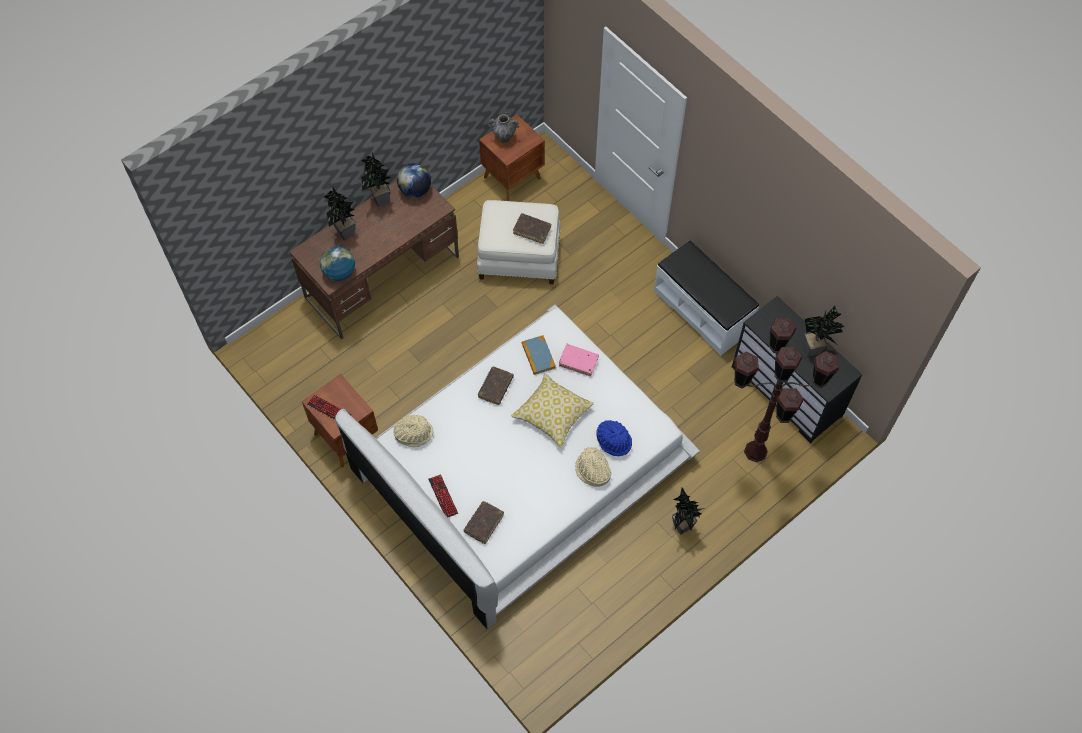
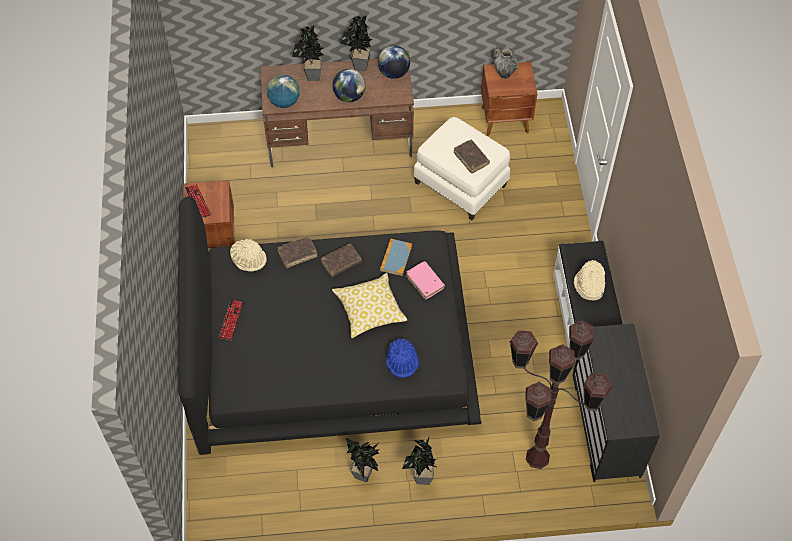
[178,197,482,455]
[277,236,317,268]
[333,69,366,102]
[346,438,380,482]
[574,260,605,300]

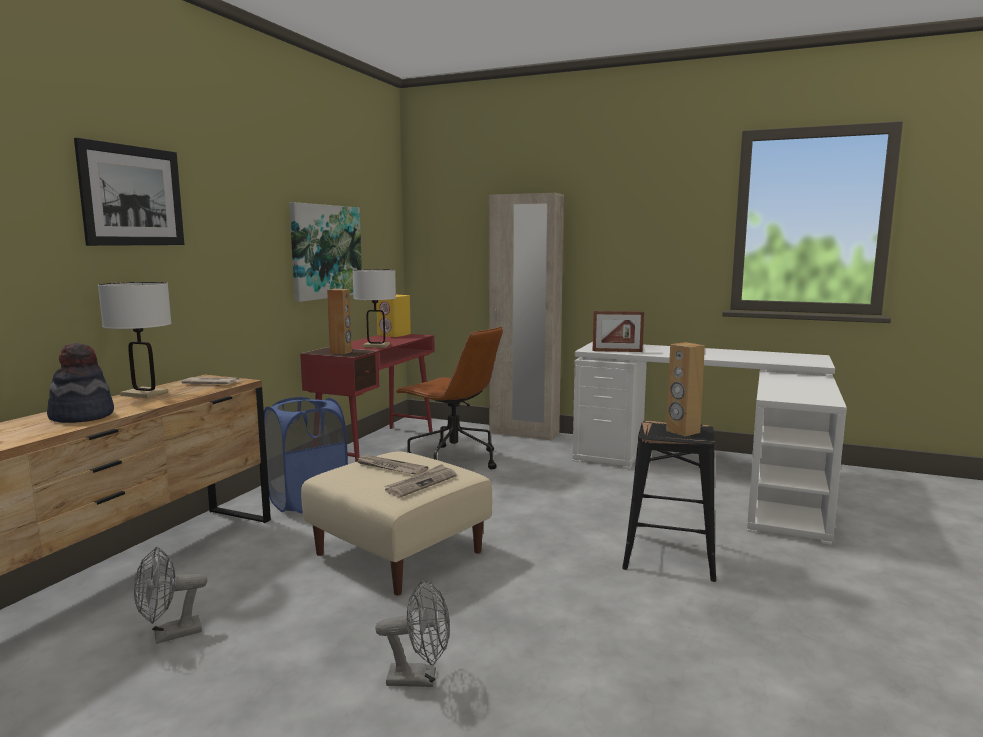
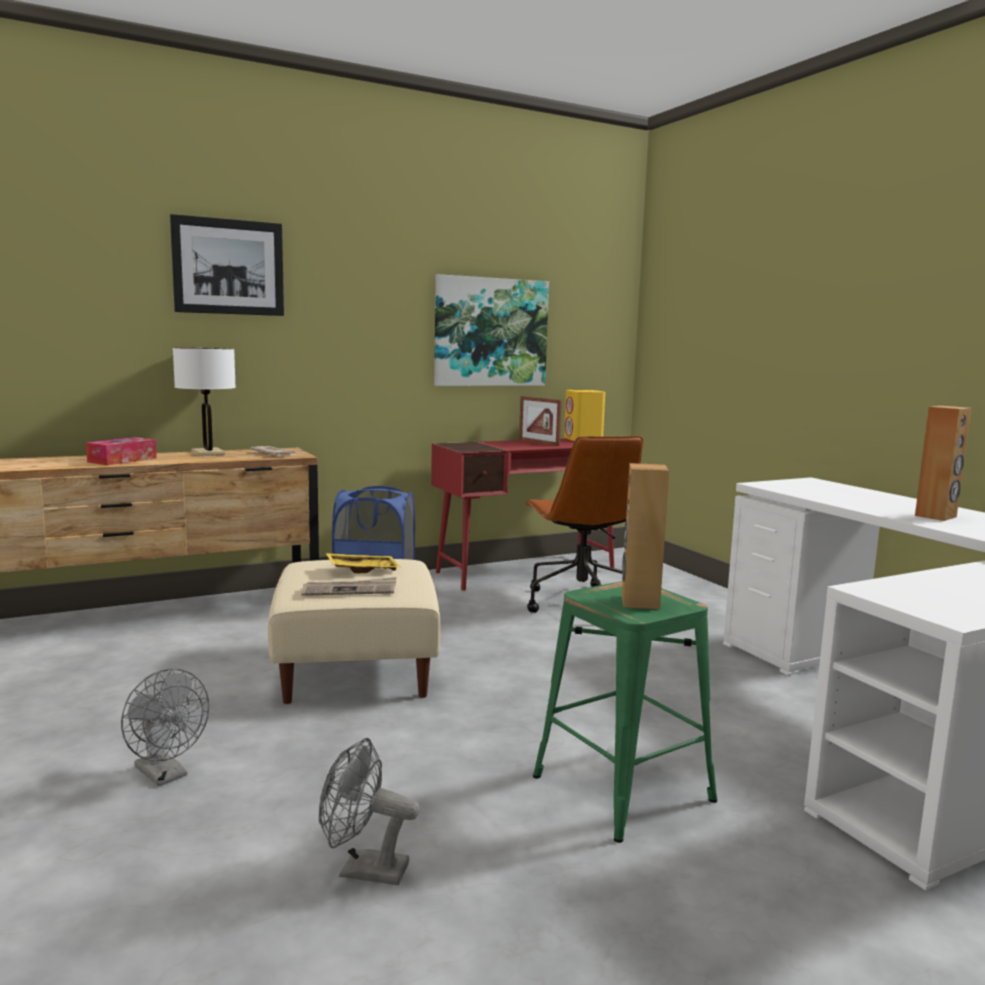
[86,437,157,465]
[319,738,420,885]
[326,553,401,573]
[519,396,562,446]
[533,581,717,843]
[915,406,972,521]
[352,269,396,348] (first image)
[489,193,564,441] (first image)

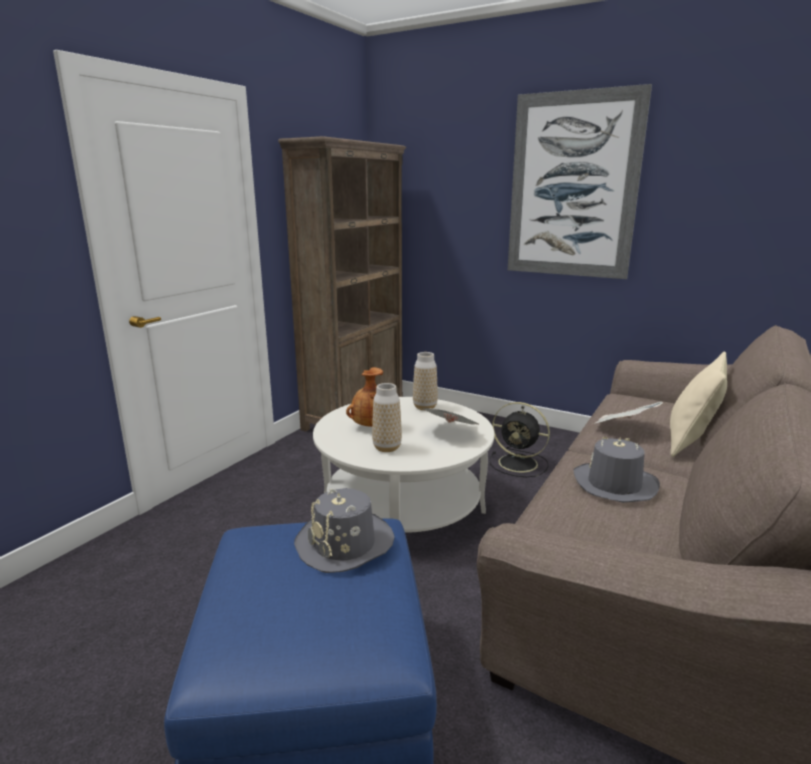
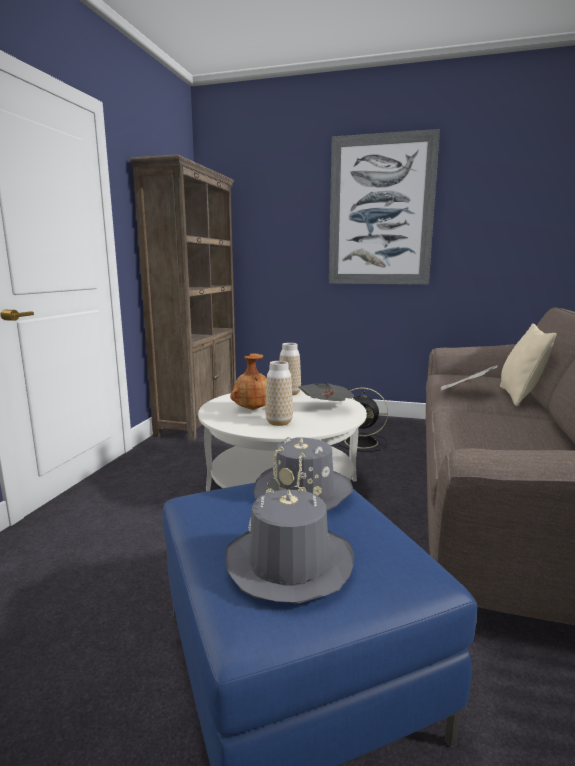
[225,487,354,603]

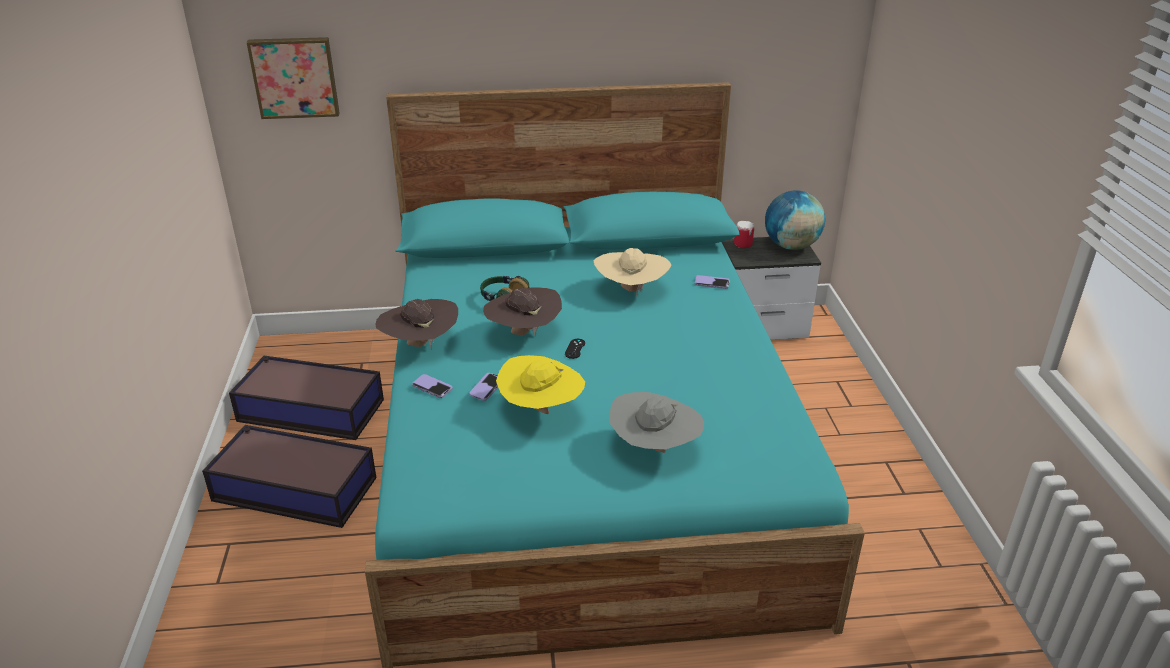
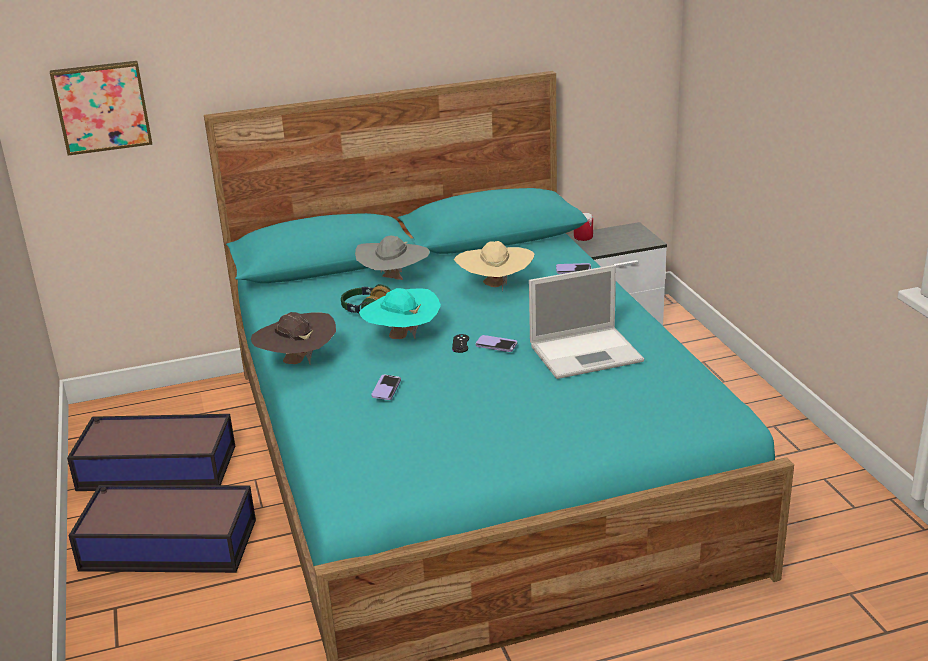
[355,235,430,280]
[359,288,441,339]
[475,335,517,352]
[529,265,644,379]
[496,355,585,414] (first image)
[765,190,825,250] (first image)

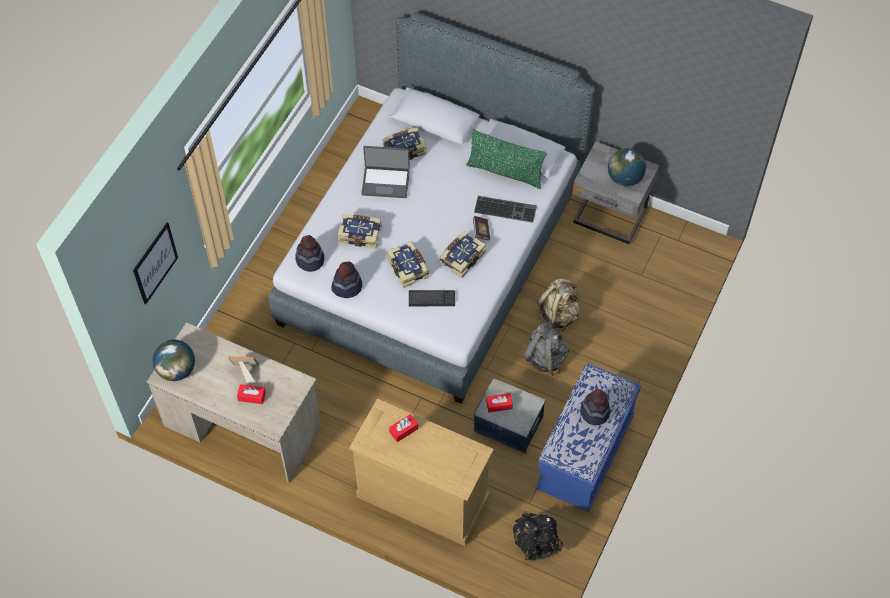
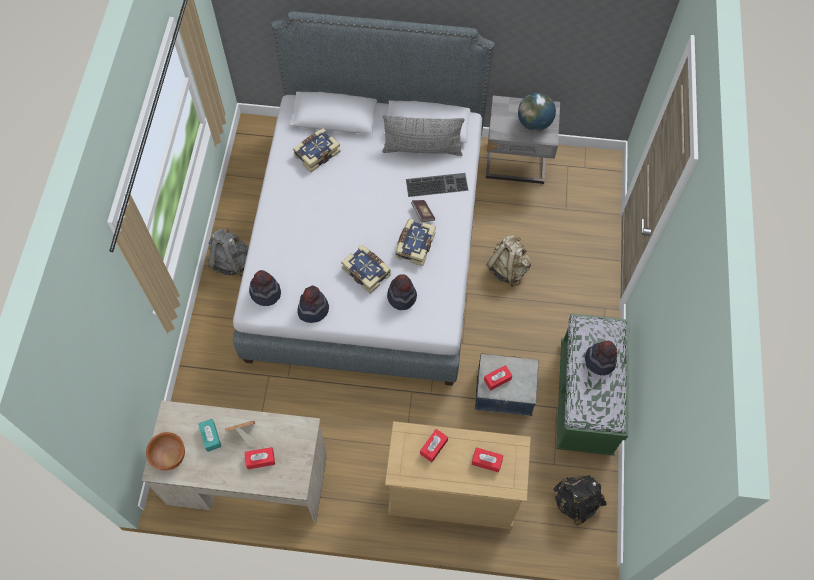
[146,432,185,470]
[198,419,221,452]
[208,228,249,276]
[382,115,465,156]
[387,274,417,310]
[472,447,503,472]
[556,314,629,456]
[133,222,178,305] (first image)
[337,214,381,249] (first image)
[361,146,410,198] (first image)

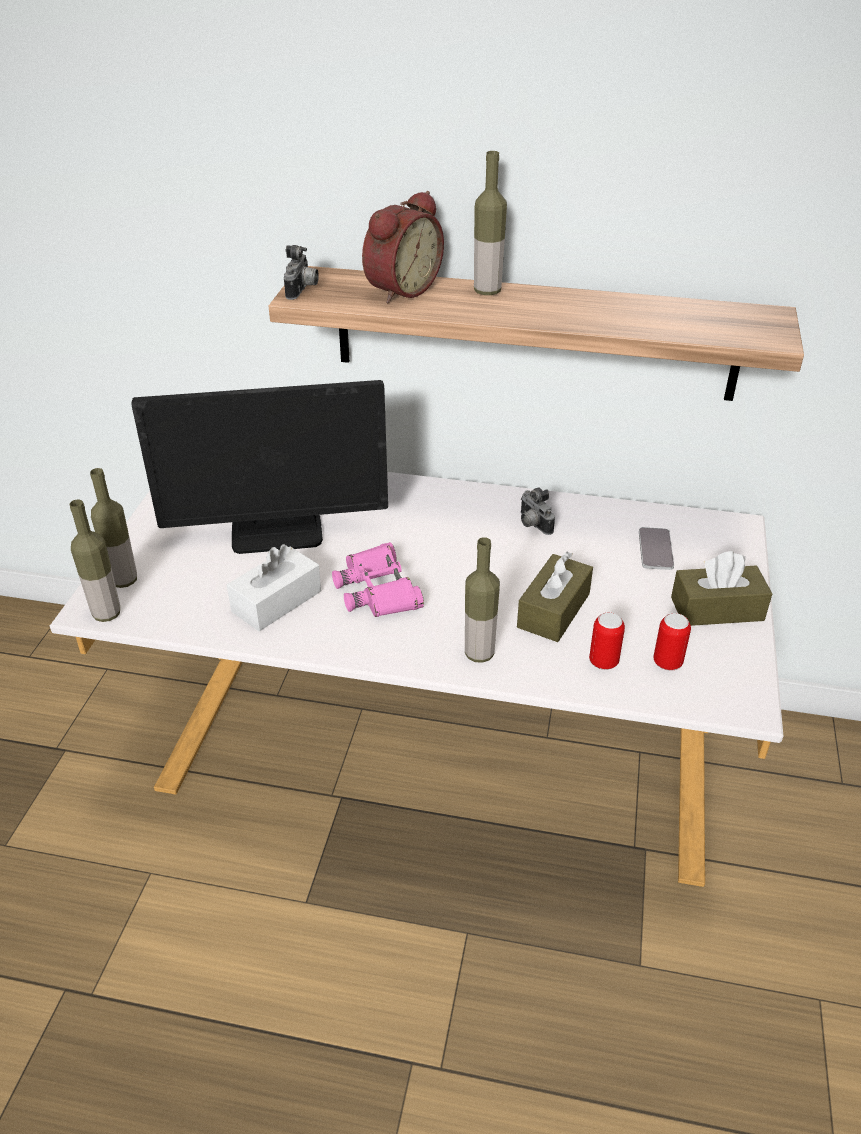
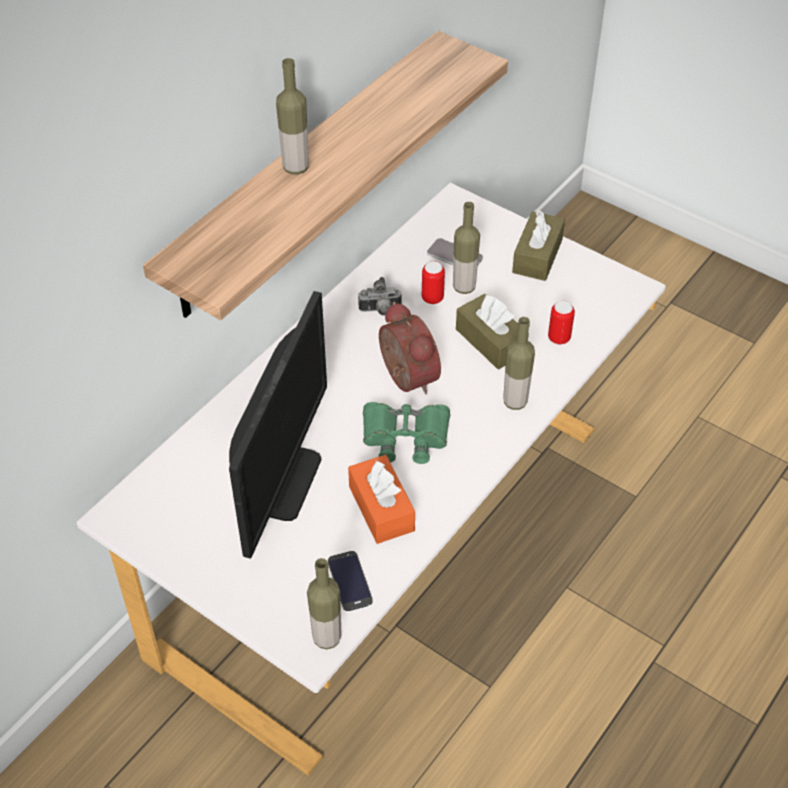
[328,551,373,611]
[348,455,415,544]
[363,402,450,464]
[379,301,441,394]
[422,261,445,304]
[453,202,480,294]
[284,245,319,300] (first image)

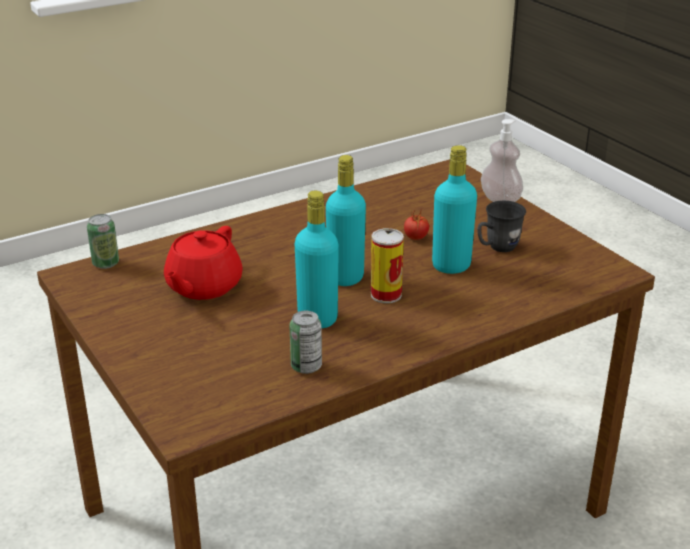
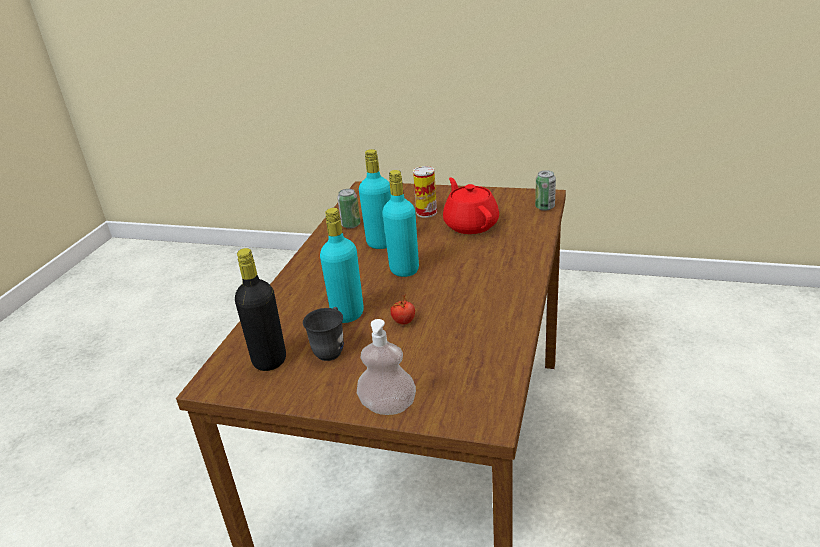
[235,248,286,371]
[413,166,437,218]

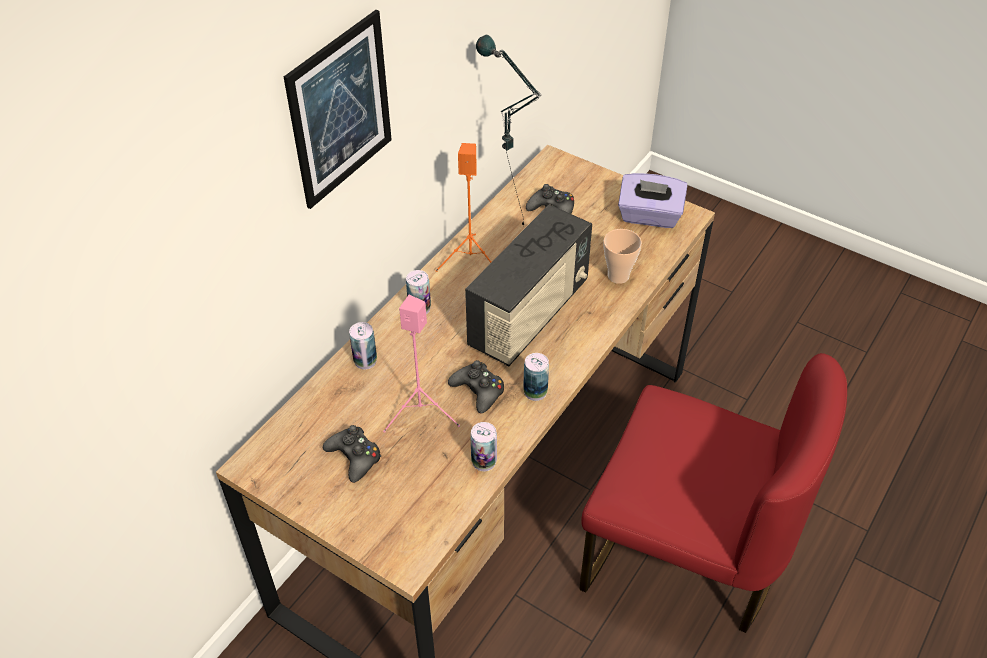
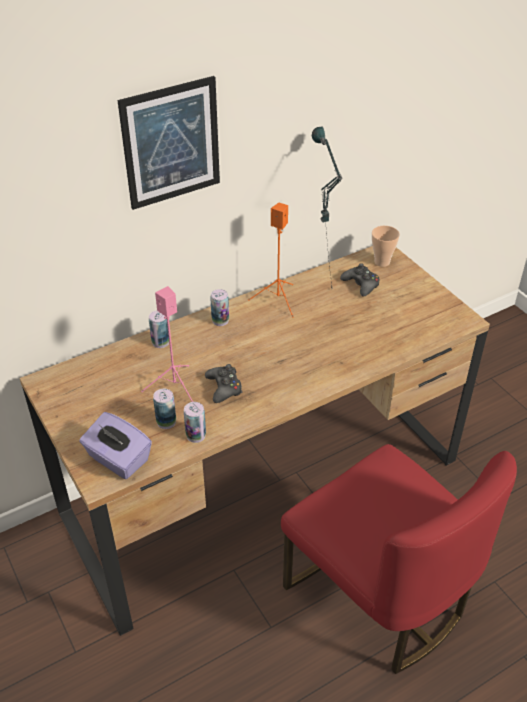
[79,412,152,479]
[153,388,176,429]
[372,226,400,267]
[323,425,381,483] (first image)
[465,204,592,366] (first image)

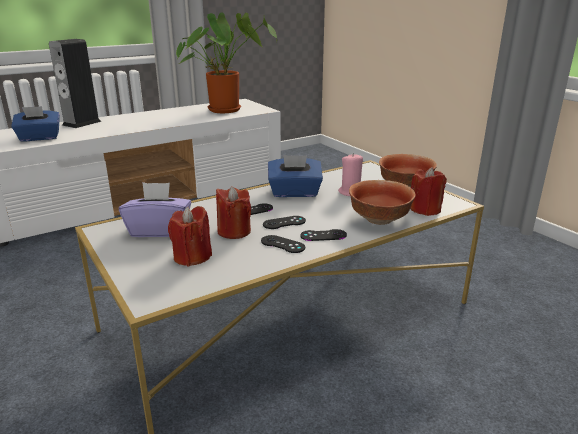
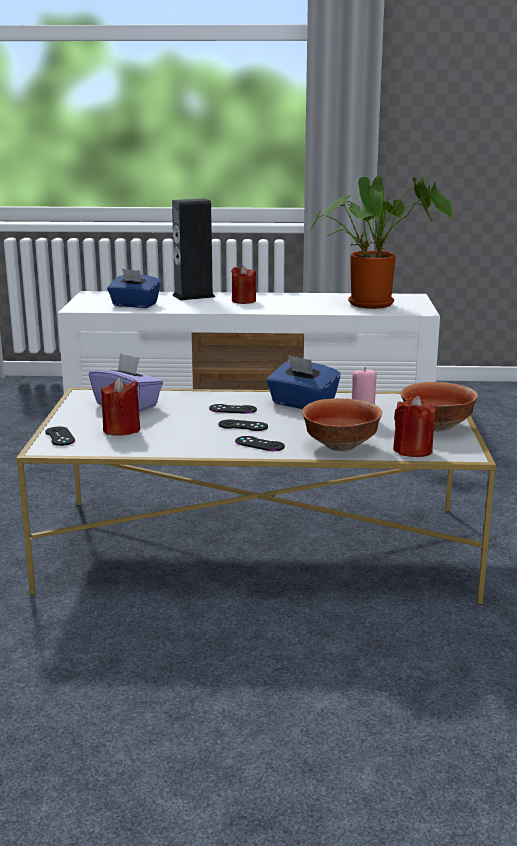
[45,426,75,446]
[231,266,256,304]

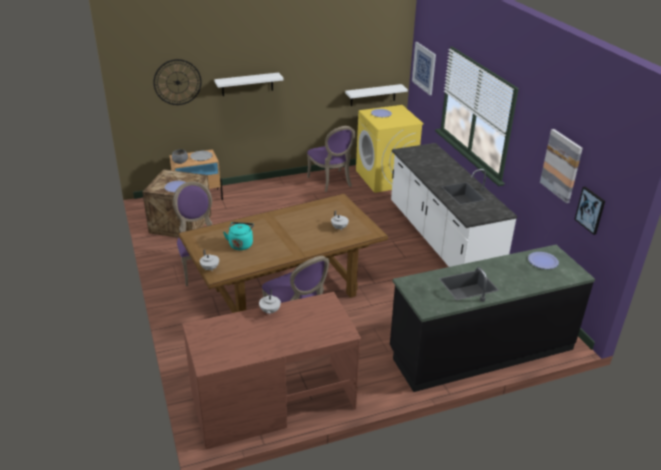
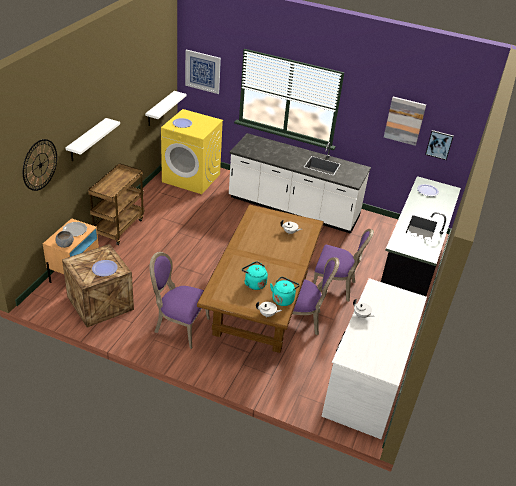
[88,163,144,245]
[270,277,300,306]
[313,229,374,302]
[322,278,427,439]

